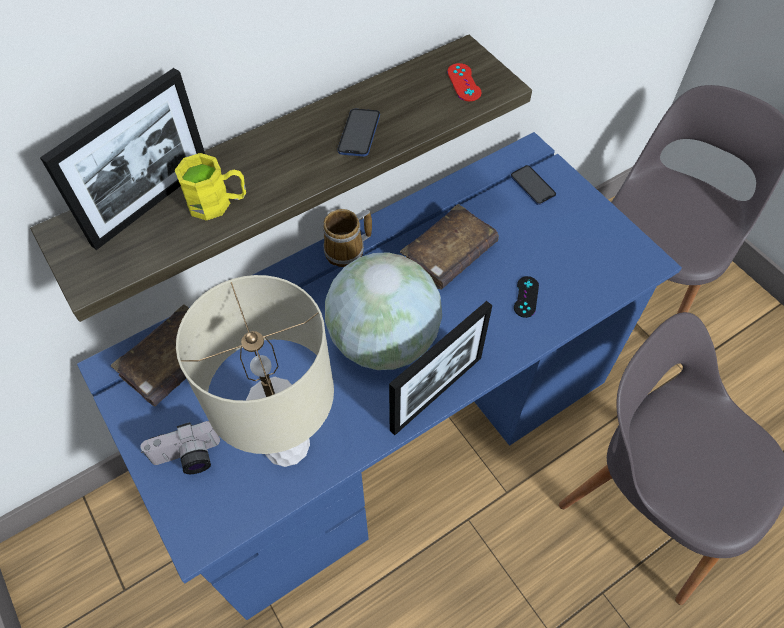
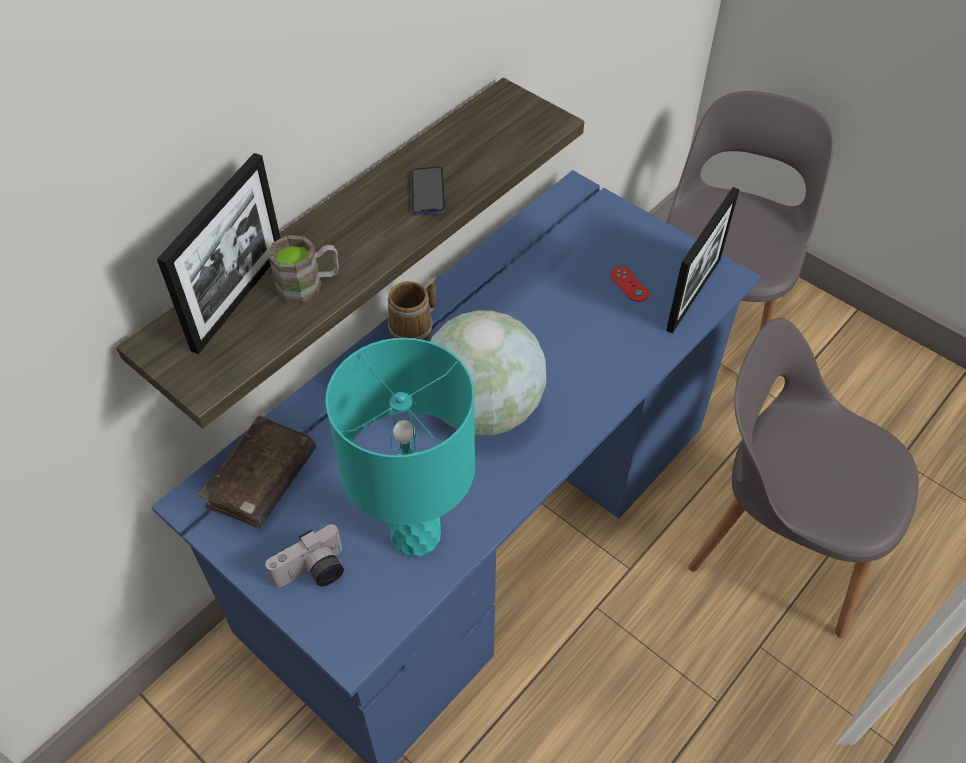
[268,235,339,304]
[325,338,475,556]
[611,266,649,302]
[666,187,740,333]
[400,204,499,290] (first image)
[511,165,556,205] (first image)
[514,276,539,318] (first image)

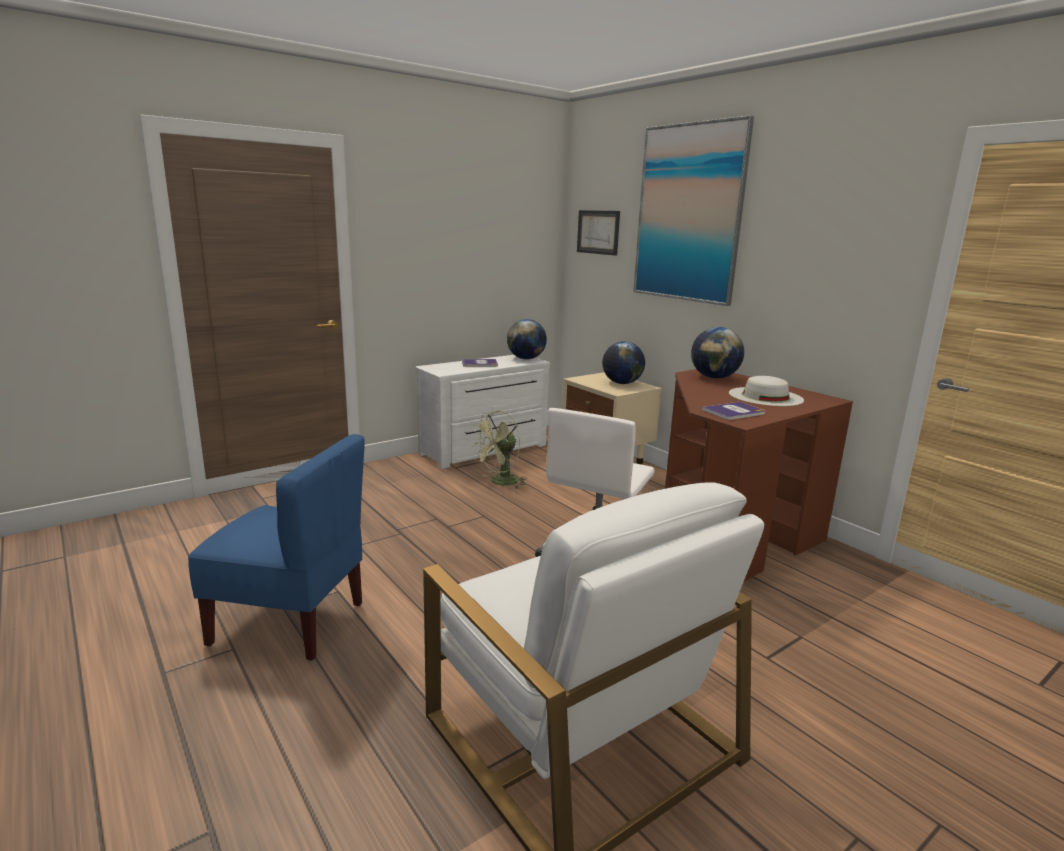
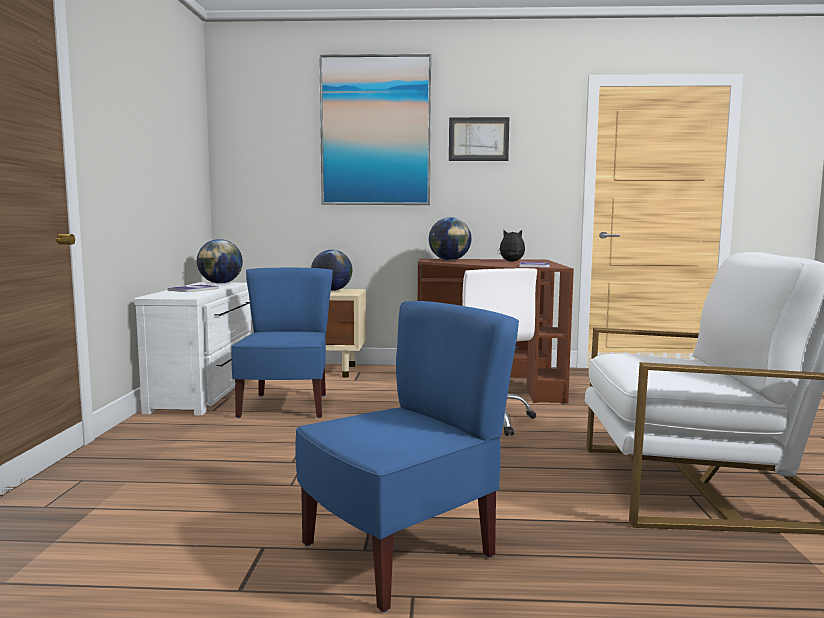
[231,268,333,418]
[449,117,509,161]
[497,229,525,262]

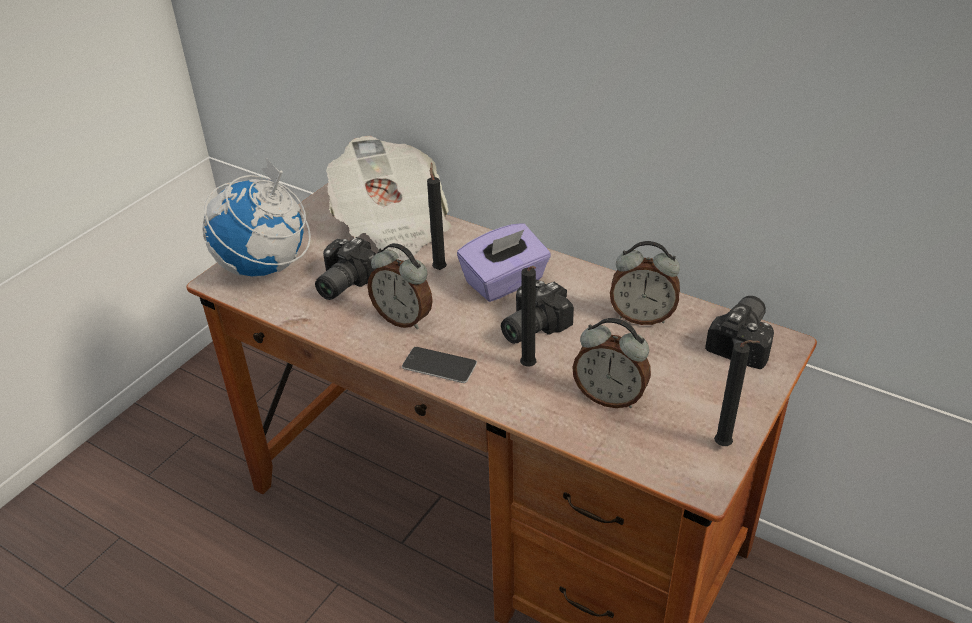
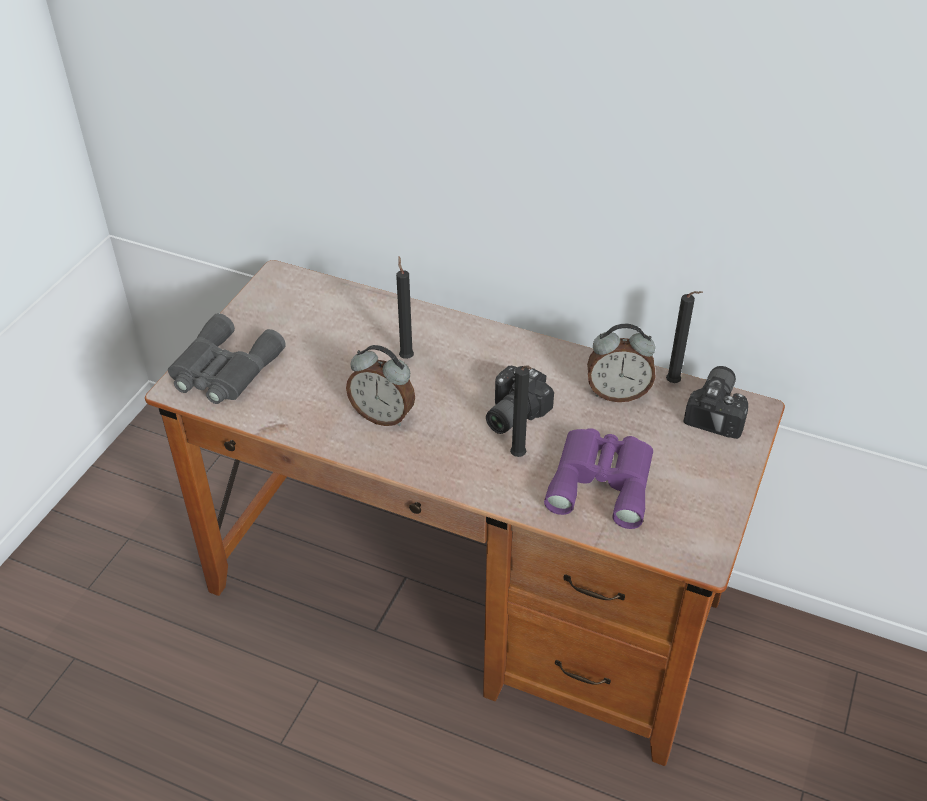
[168,313,286,404]
[544,428,653,529]
[666,291,703,383]
[315,237,377,300] (first image)
[326,136,451,261] (first image)
[402,347,477,383] (first image)
[457,223,551,302] (first image)

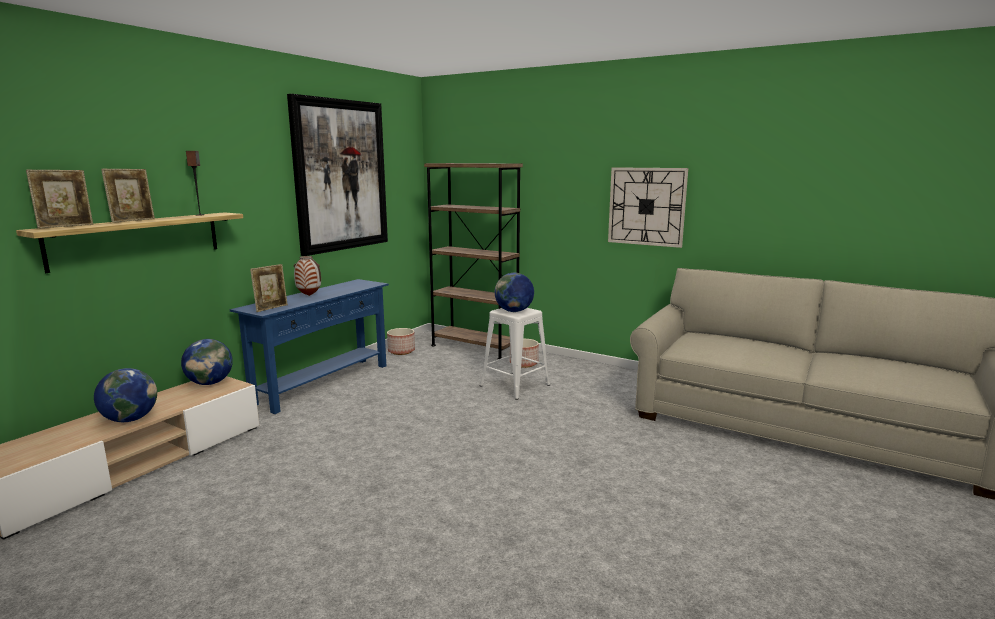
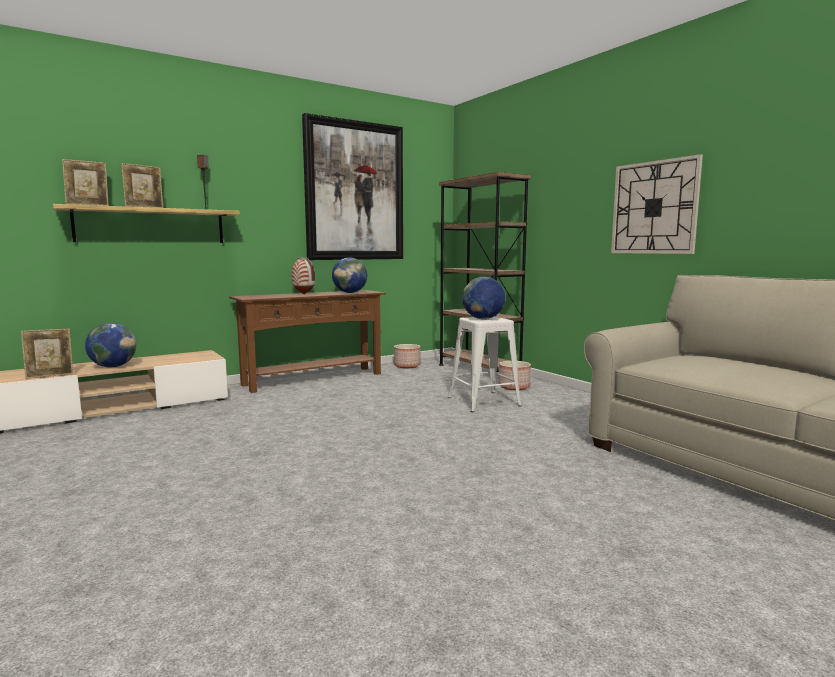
[21,329,74,379]
[229,290,386,393]
[332,257,367,293]

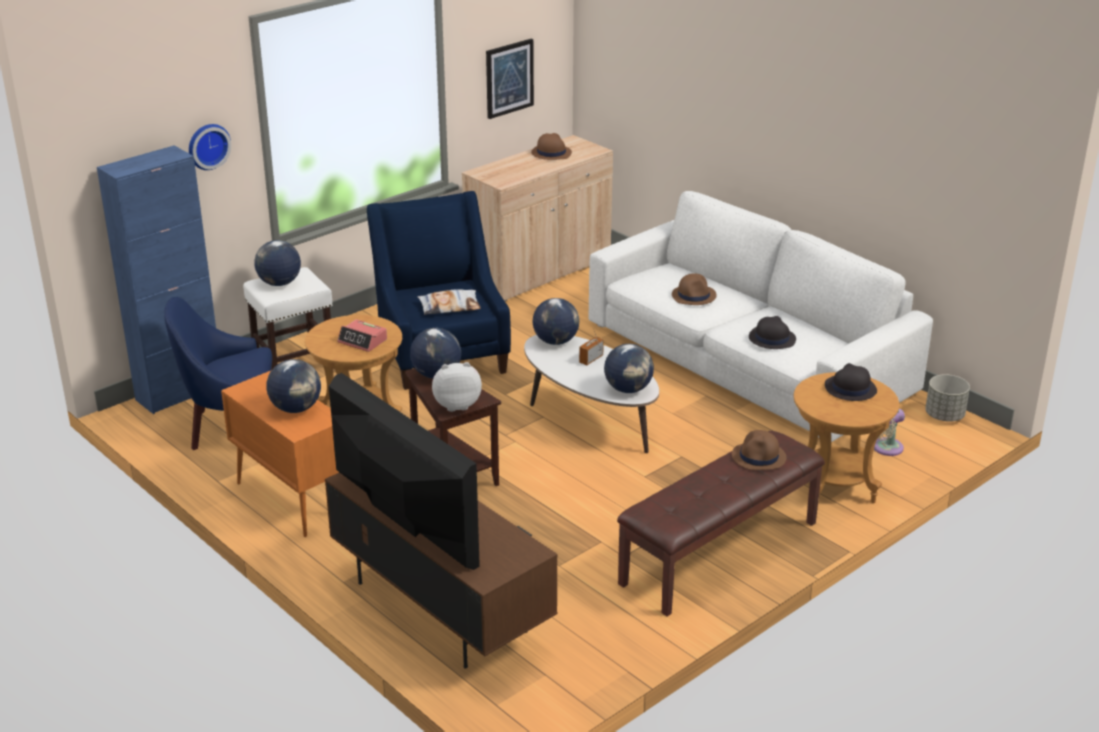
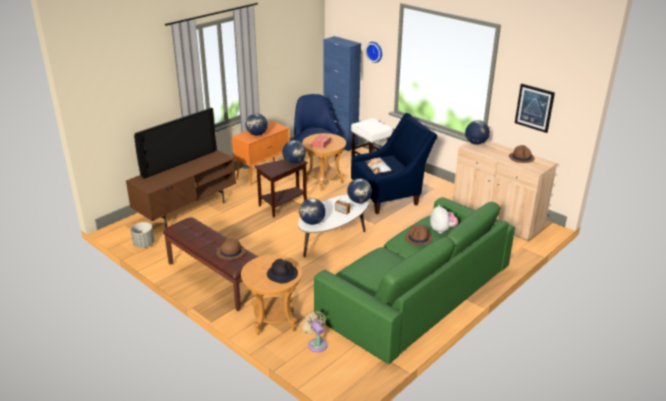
[130,222,154,248]
[314,197,515,364]
[430,205,458,234]
[465,120,490,145]
[749,316,796,349] (first image)

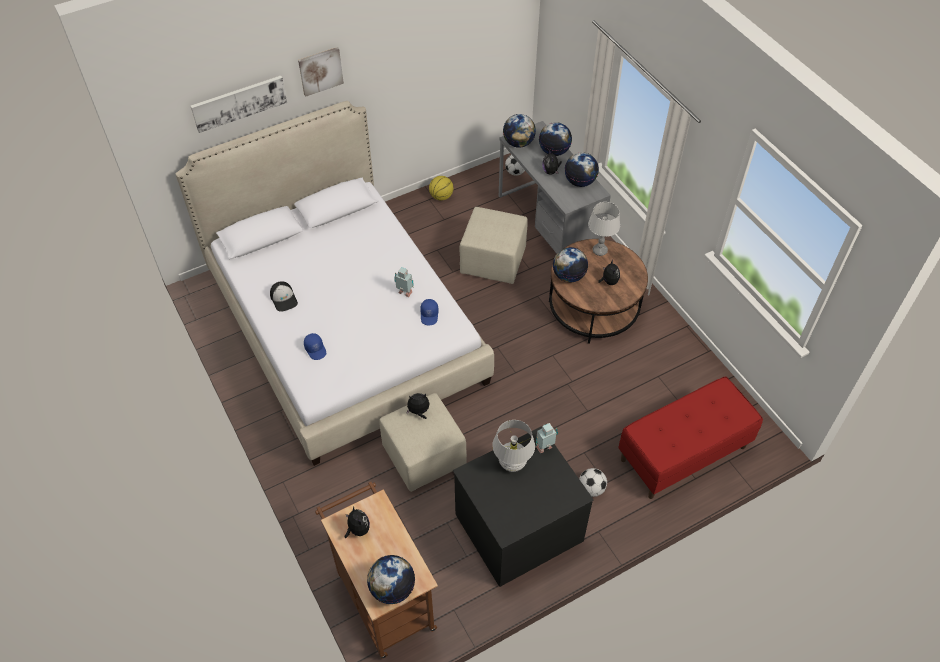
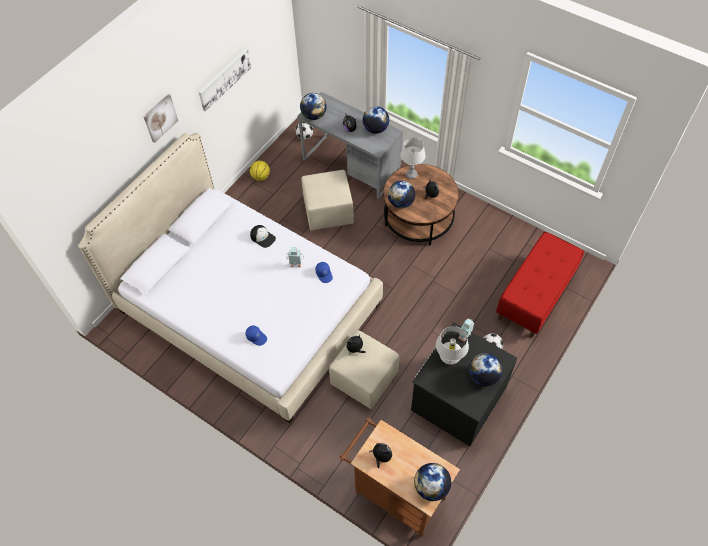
[199,48,251,111]
[250,225,276,248]
[469,353,502,386]

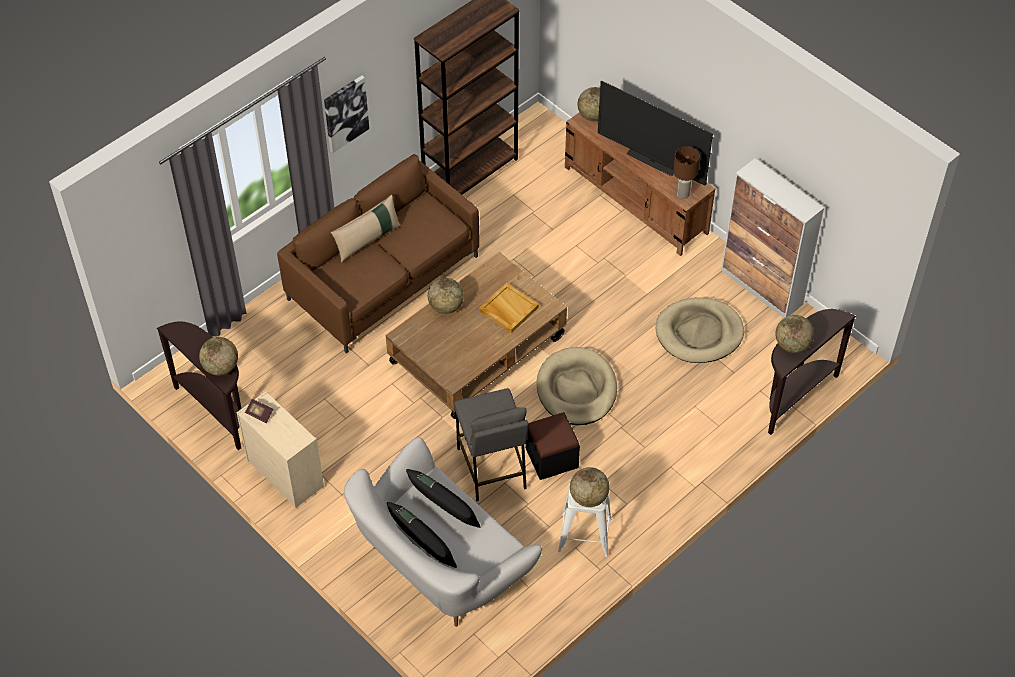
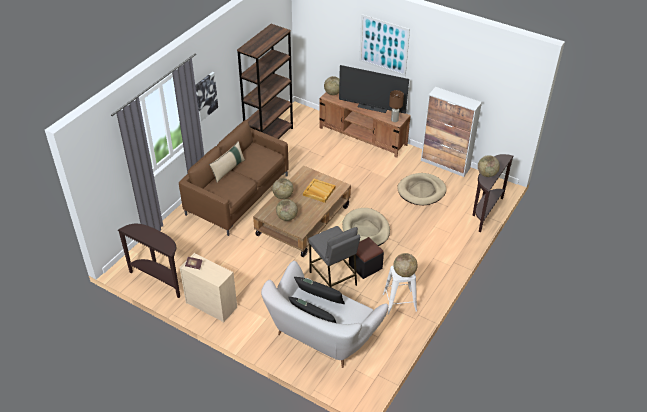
[276,199,298,221]
[359,14,410,76]

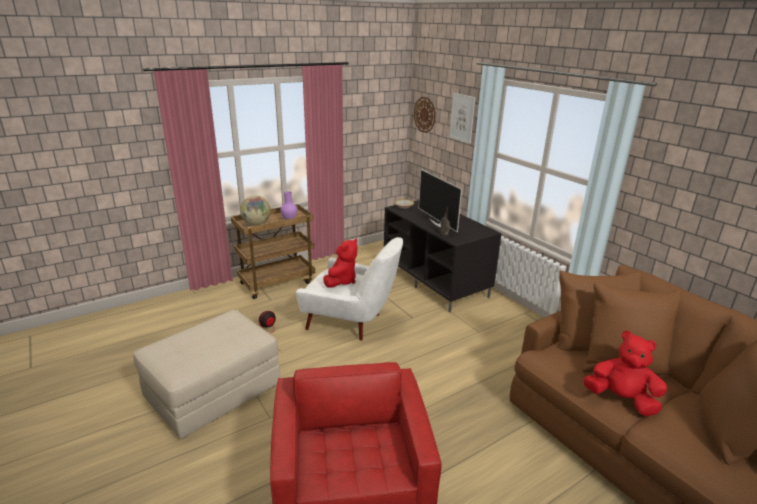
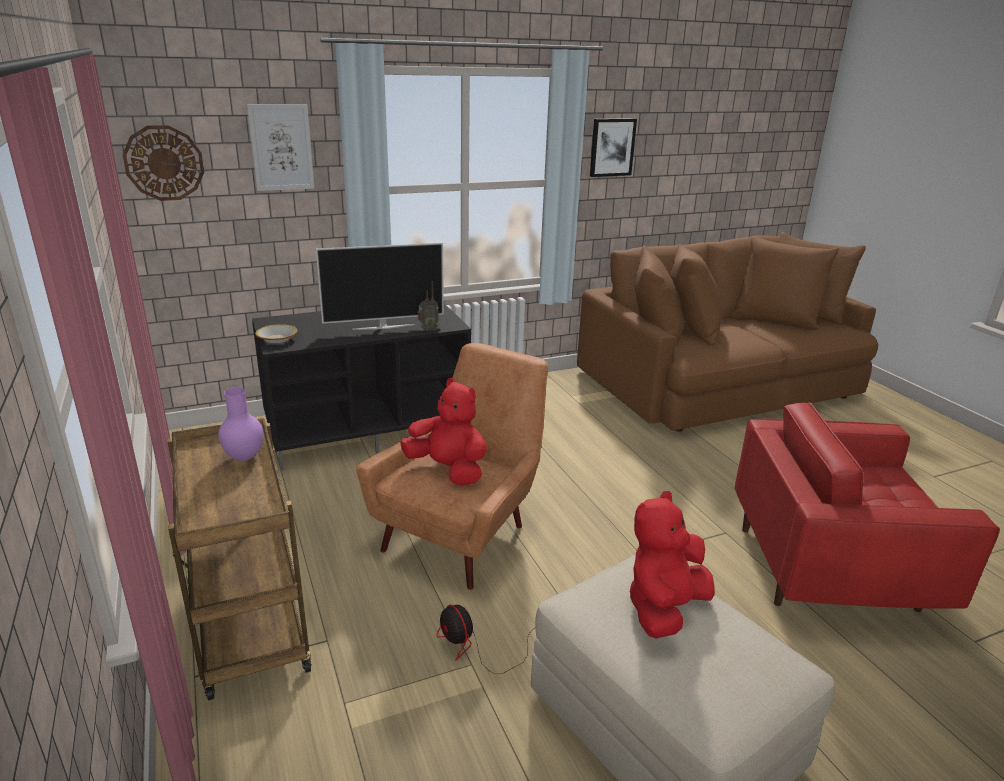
[356,343,548,590]
[590,118,637,177]
[630,491,715,639]
[240,195,271,225] (first image)

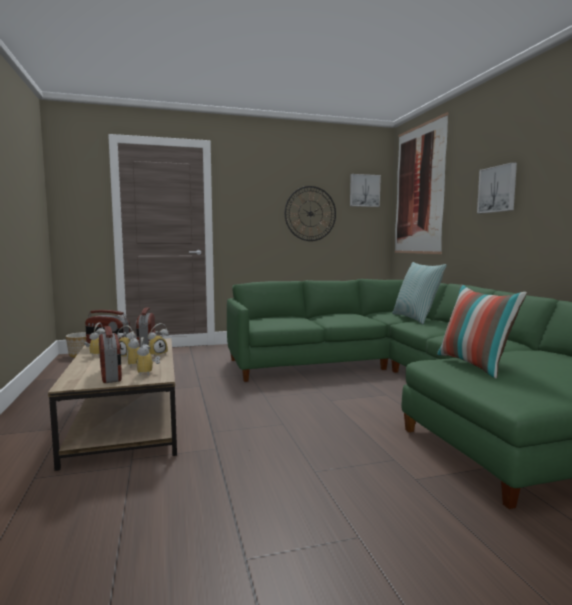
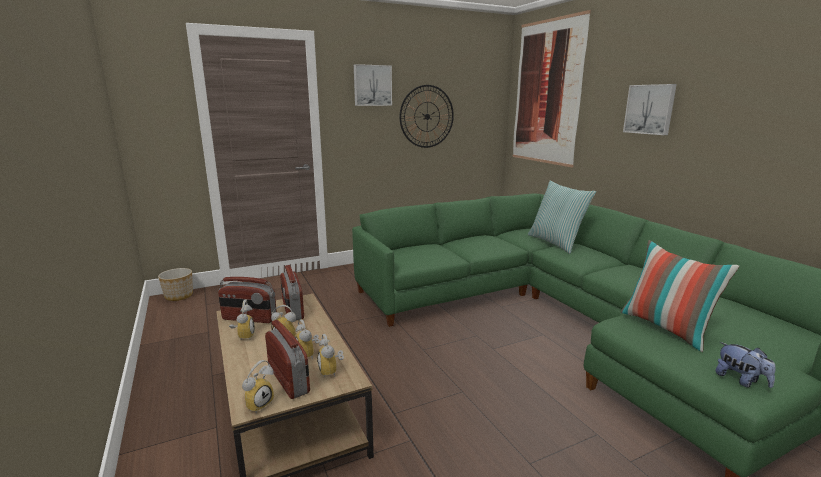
[242,360,274,413]
[354,64,392,106]
[716,342,776,388]

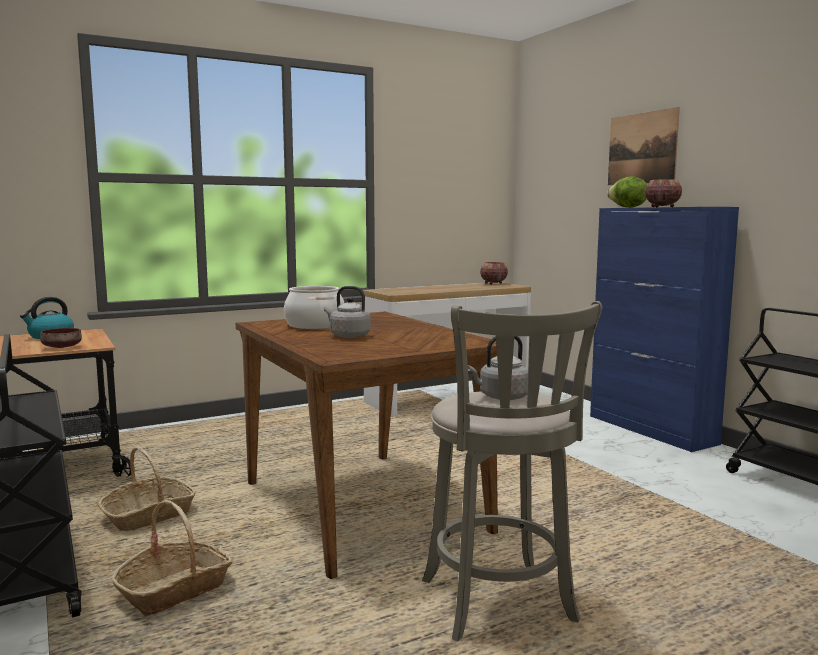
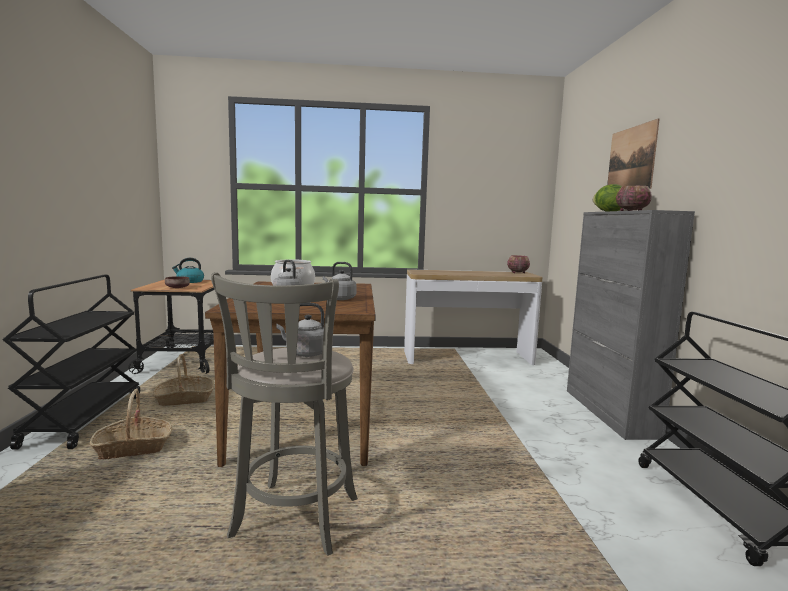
[323,262,357,300]
[567,210,695,440]

